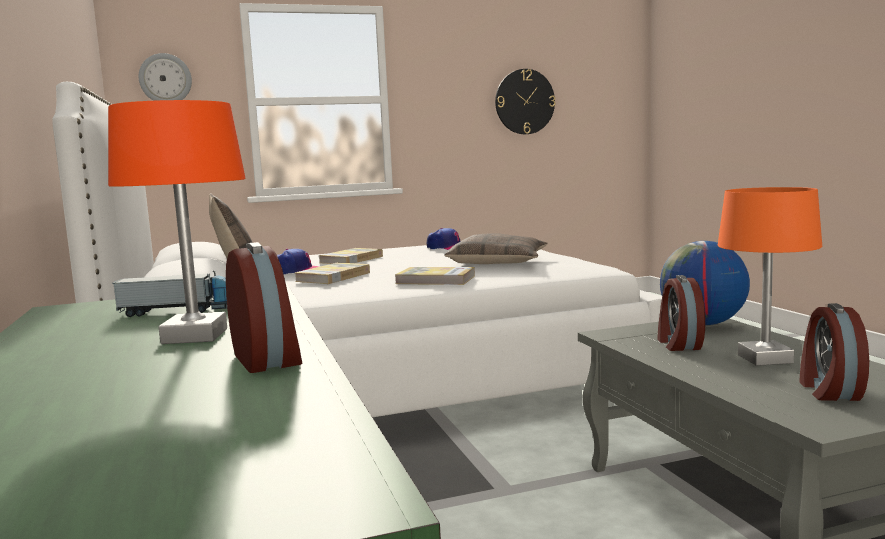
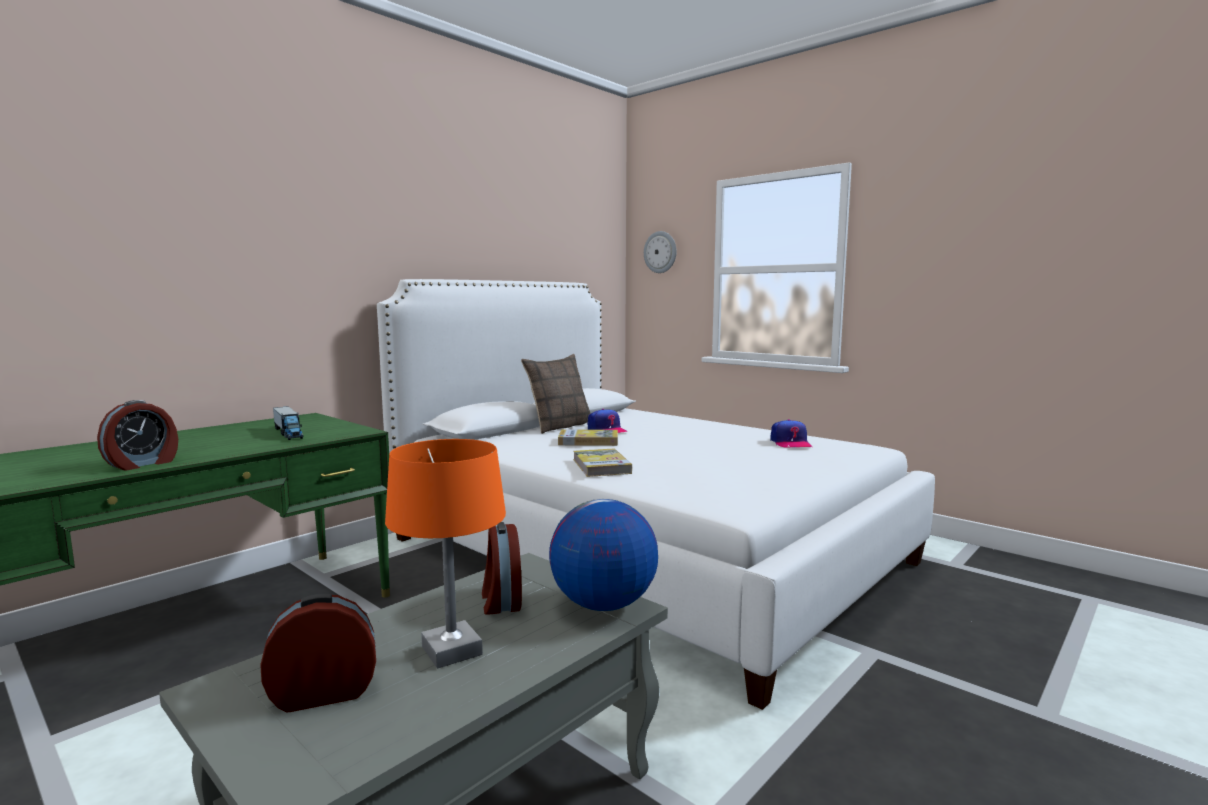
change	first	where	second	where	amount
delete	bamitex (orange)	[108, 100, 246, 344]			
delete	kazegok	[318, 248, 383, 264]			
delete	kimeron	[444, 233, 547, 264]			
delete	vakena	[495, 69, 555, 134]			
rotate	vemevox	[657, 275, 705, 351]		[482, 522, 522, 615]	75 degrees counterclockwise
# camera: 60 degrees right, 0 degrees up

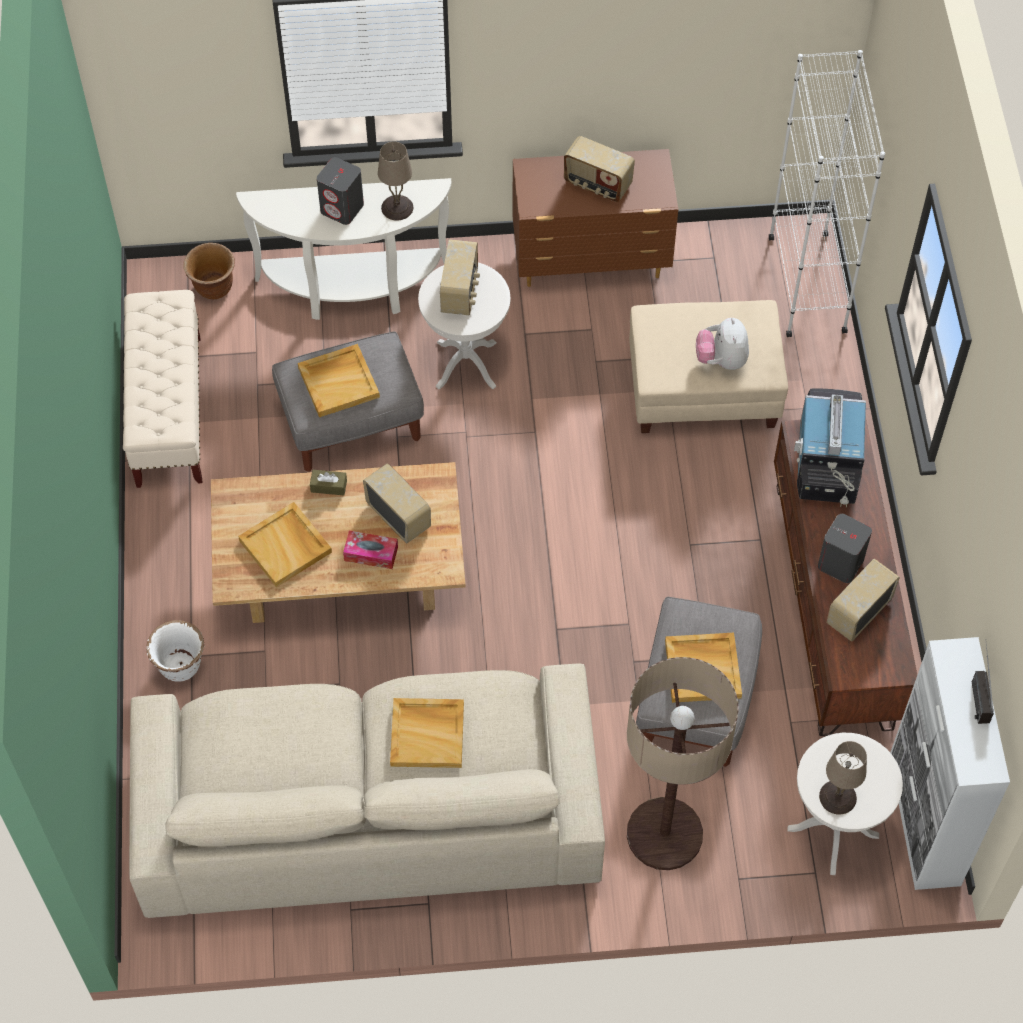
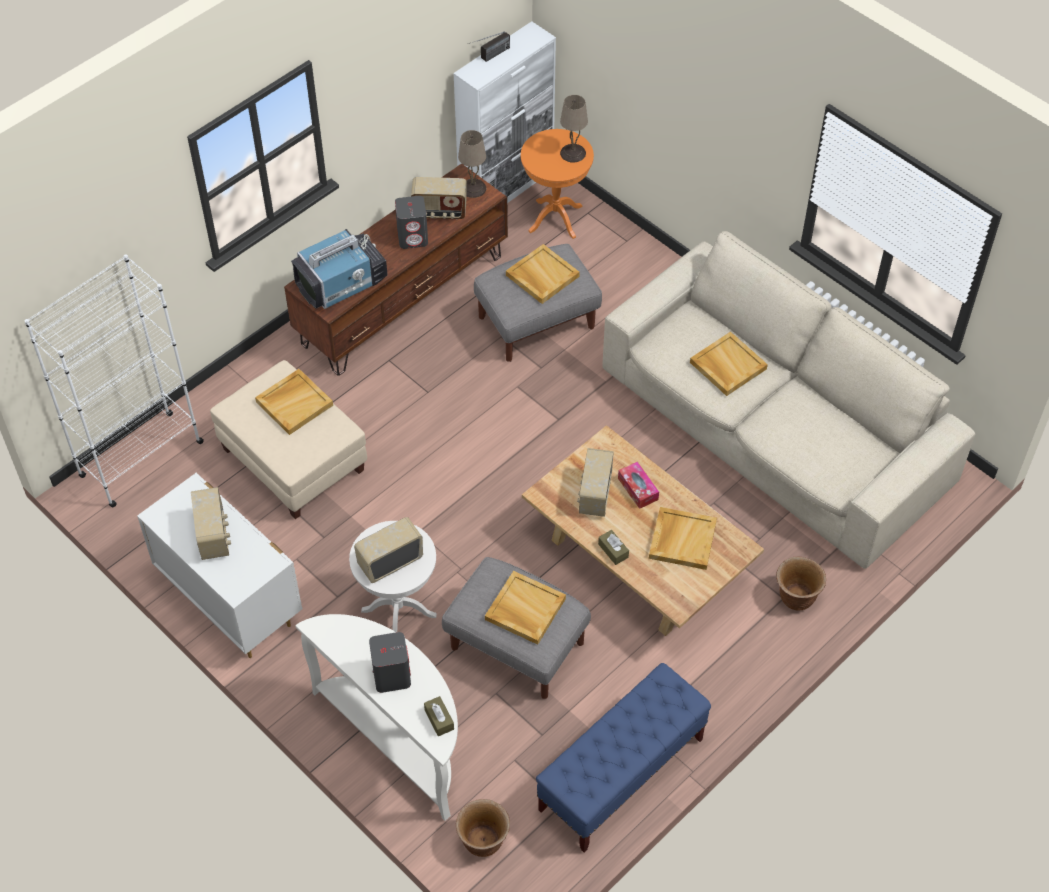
change	first	where	second	where	amount
delete	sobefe	[627, 657, 739, 870]			
insert			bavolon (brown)	[424, 696, 454, 736]	
move	bamitex (beige)	[378, 141, 414, 221]		[458, 130, 486, 198]	
replace	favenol	[696, 318, 749, 370]	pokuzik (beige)	[255, 369, 333, 435]	
recolor	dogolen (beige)	[123, 290, 202, 488]	dogolen (blue)	[536, 663, 711, 853]	
recolor	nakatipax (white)	[146, 620, 204, 682]	nakatipax (brown)	[776, 557, 826, 611]	
recolor	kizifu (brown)	[513, 149, 678, 287]	kizifu (white)	[137, 473, 302, 658]	
recolor	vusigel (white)	[788, 733, 903, 875]	vusigel (orange)	[521, 129, 594, 239]	
# camera: 130 degrees left, 5 degrees down

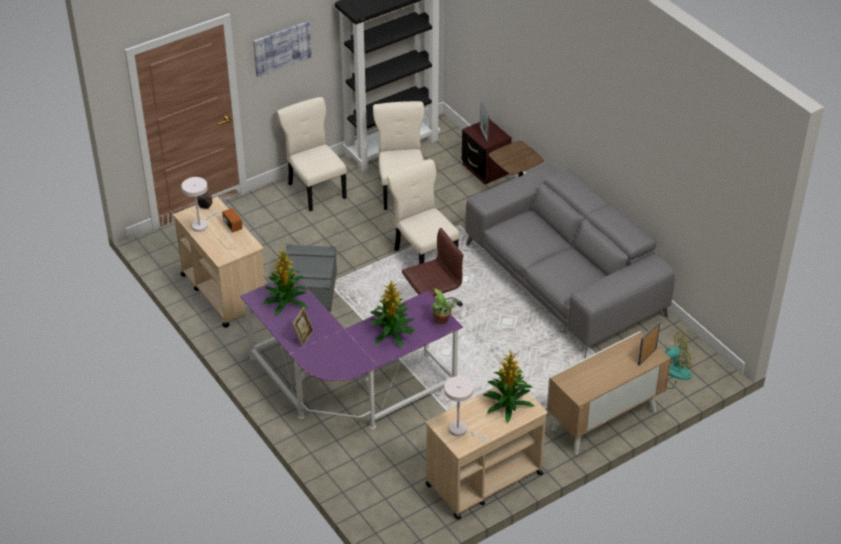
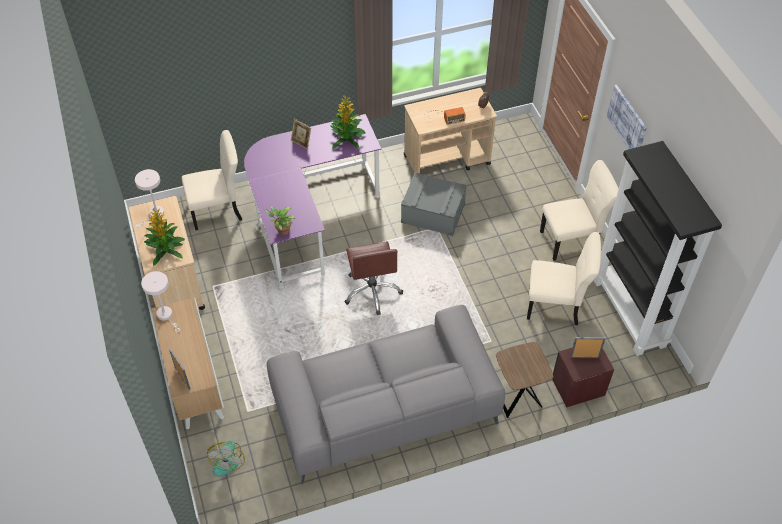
change	first	where	second	where	amount
delete	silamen	[370, 280, 416, 347]			
move	bamitex (white)	[181, 177, 219, 232]		[141, 271, 180, 332]	
move	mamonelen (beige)	[387, 159, 460, 264]		[182, 130, 242, 230]	
# camera: 105 degrees right, 10 degrees up

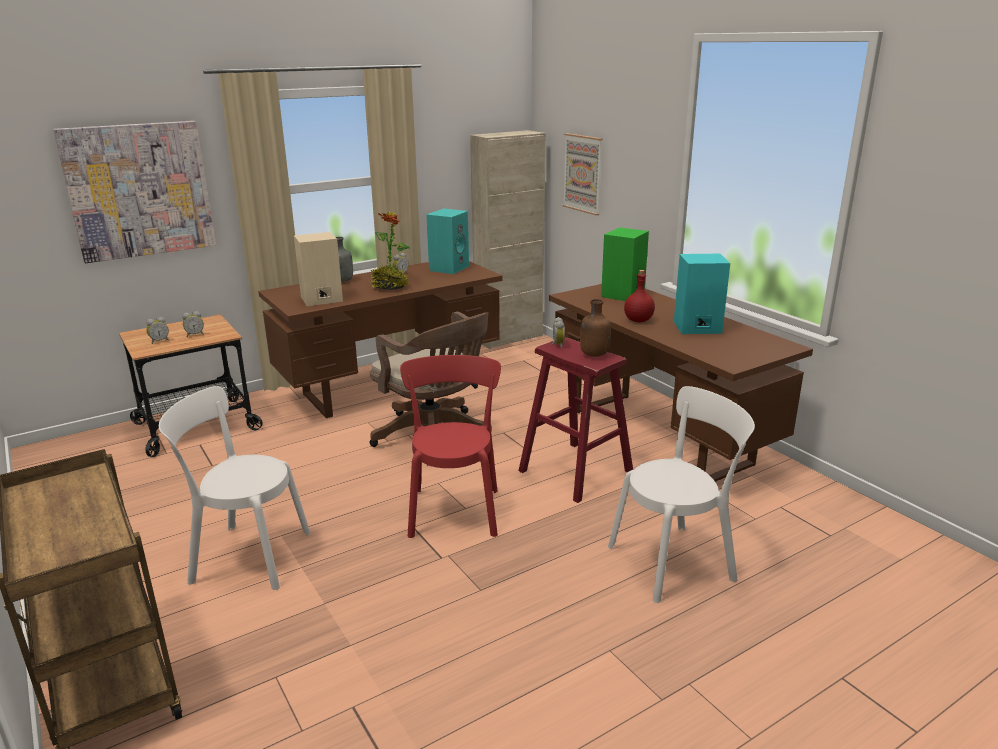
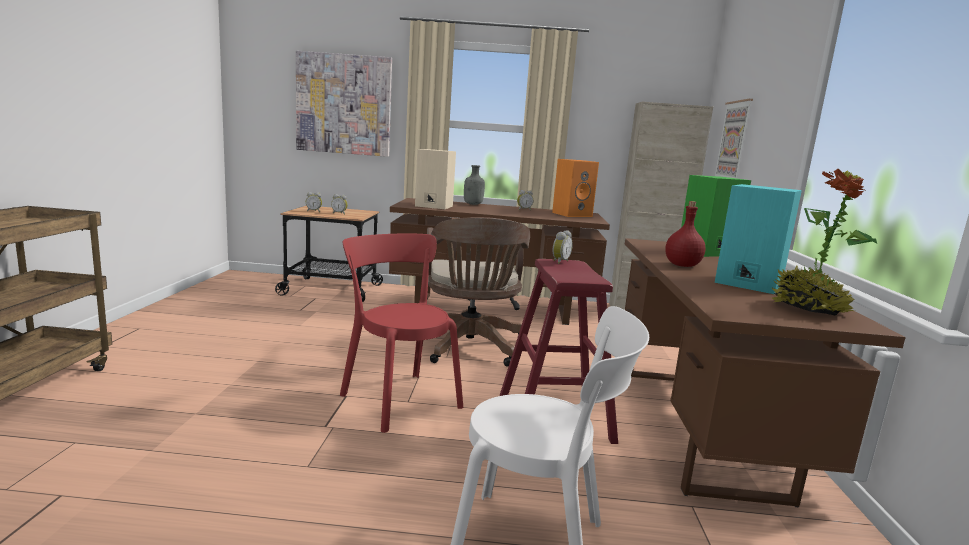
change	first	where	second	where	amount
delete	mamonelen (white)	[159, 386, 311, 590]			
delete	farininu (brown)	[580, 299, 611, 357]			
move	silamen	[370, 211, 410, 290]		[772, 169, 877, 316]	
recolor	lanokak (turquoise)	[427, 208, 469, 274]	lanokak (orange)	[552, 159, 599, 217]	
rotate	mamonelen (red)	[400, 355, 501, 538]		[340, 234, 463, 433]	75 degrees counterclockwise
# camera: 35 degrees right, 10 degrees down

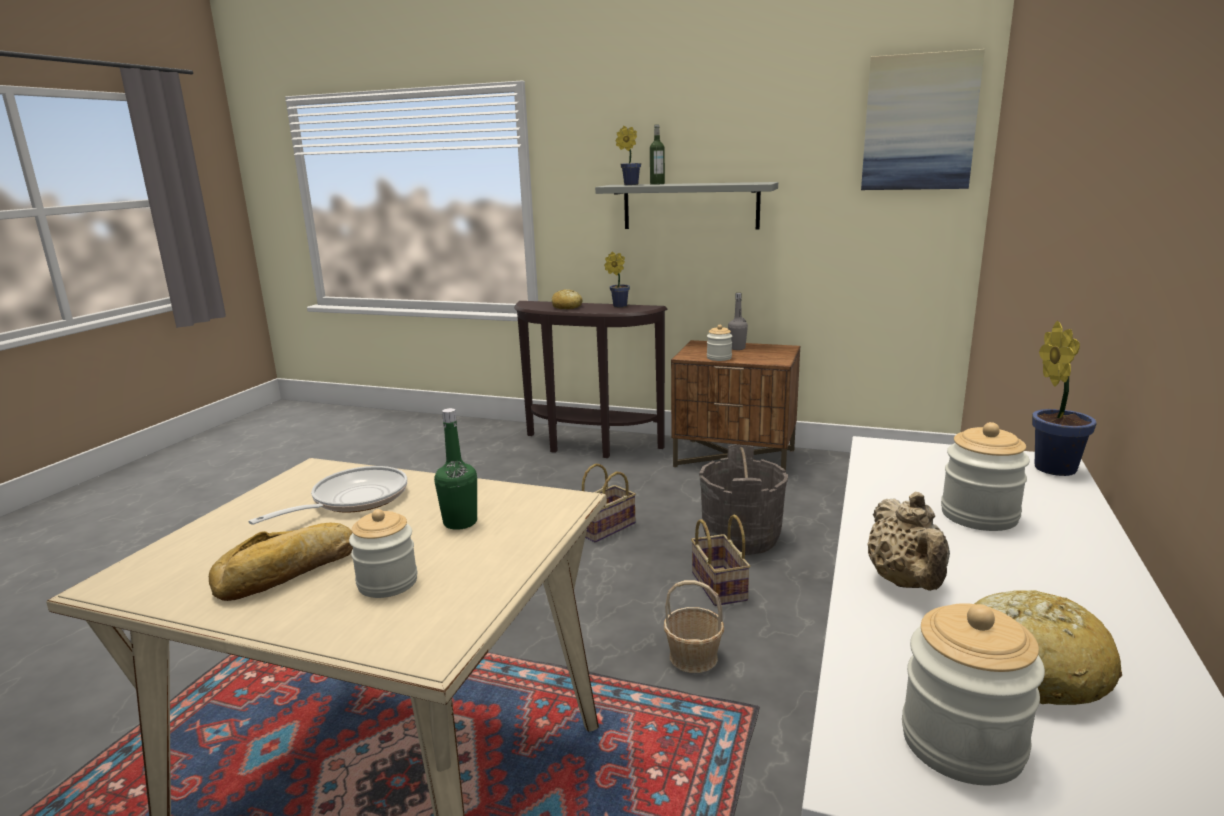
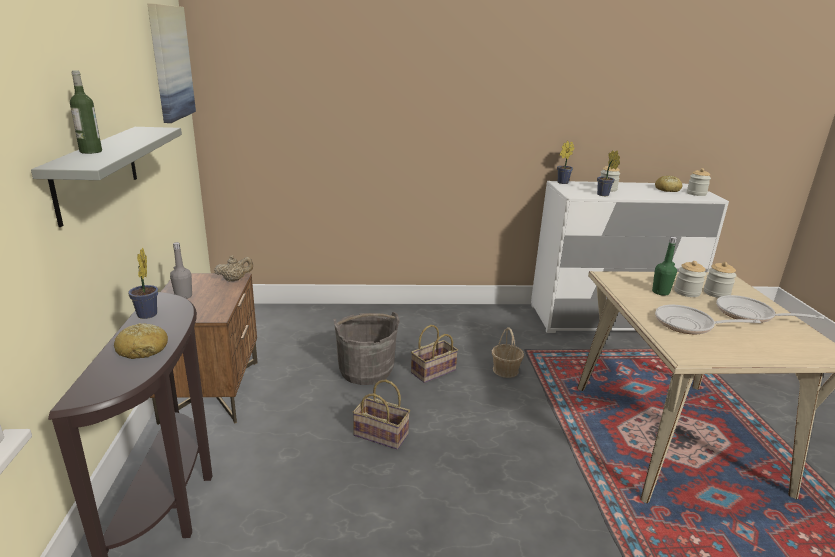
change	first	where	second	where	amount
move	silamen	[616, 126, 641, 185]		[597, 150, 620, 196]	
move	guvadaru	[707, 325, 732, 361]		[674, 261, 706, 297]	
move	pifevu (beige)	[867, 492, 950, 591]		[214, 255, 253, 282]	
replace	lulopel	[209, 523, 353, 601]	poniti	[716, 295, 824, 323]	
# camera: 115 degrees left, 5 degrees up

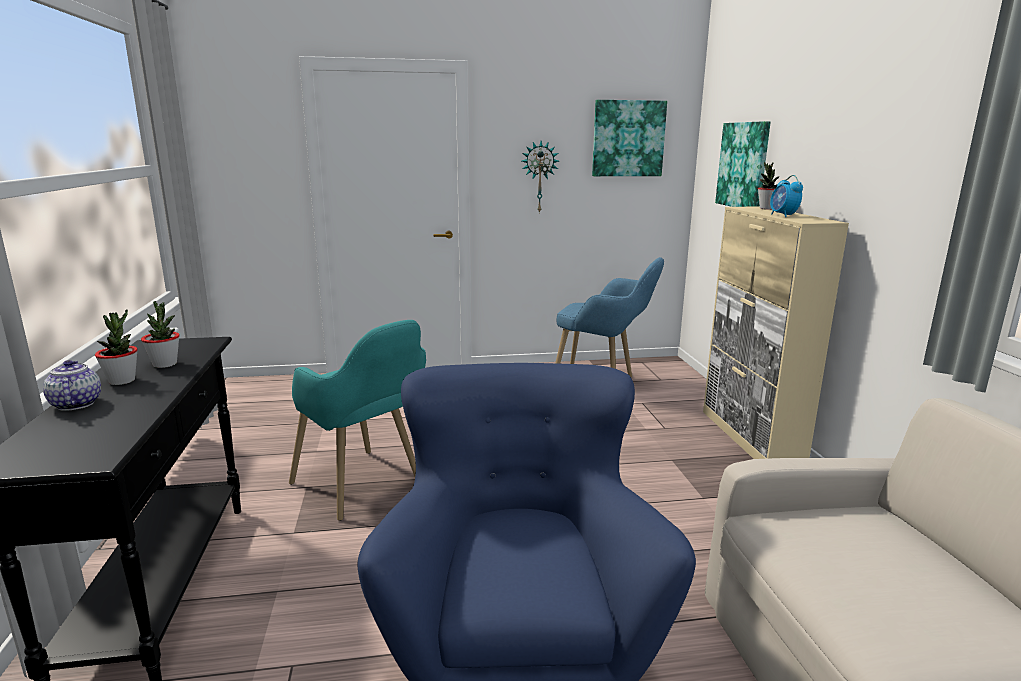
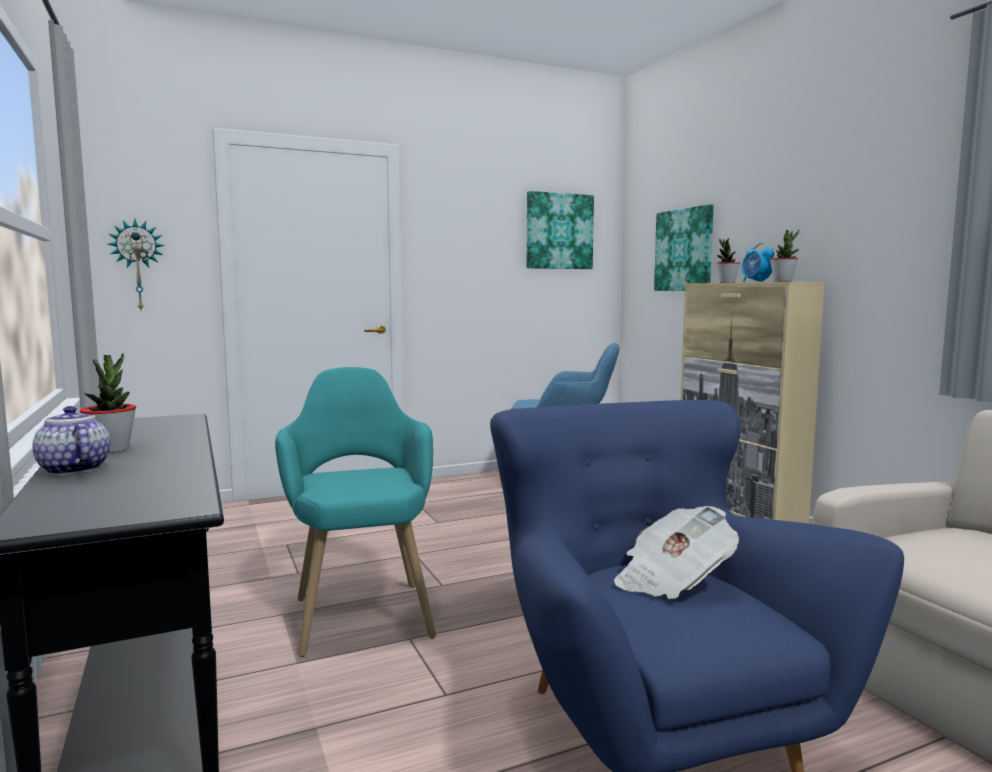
change	first	where	second	where	amount
insert			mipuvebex	[614, 506, 739, 599]	
move	silamen	[141, 301, 180, 368]		[770, 230, 799, 282]	
move	vakena	[522, 141, 559, 214]		[109, 219, 165, 310]	
rotate	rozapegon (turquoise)	[289, 320, 426, 521]		[275, 367, 436, 657]	135 degrees counterclockwise
# camera: 15 degrees left, 10 degrees down

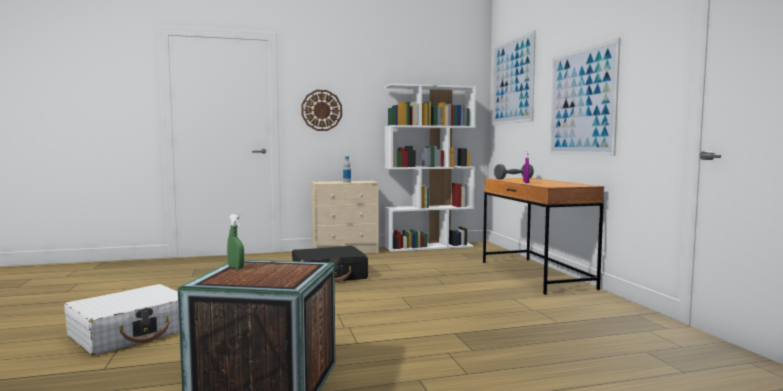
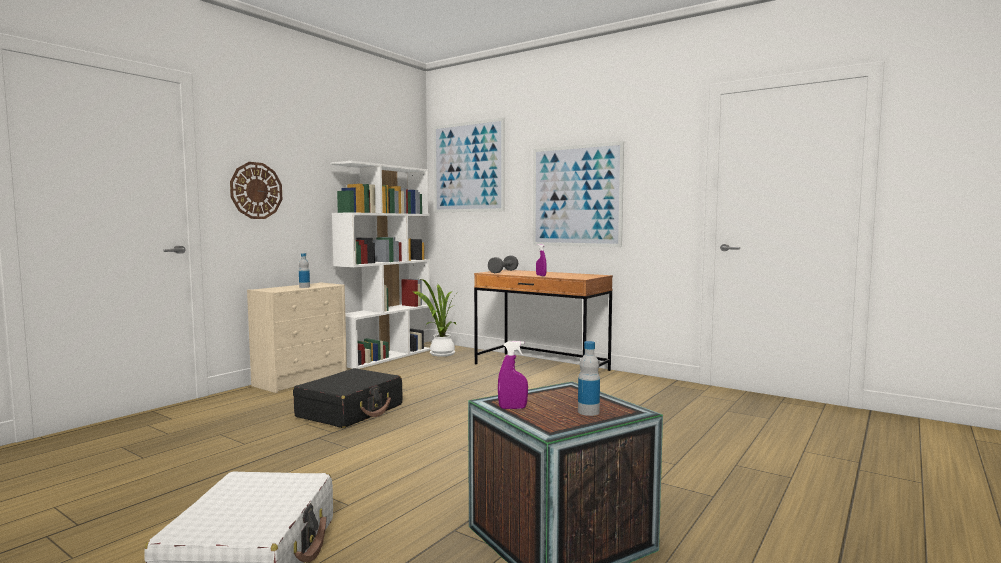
change	first	where	second	where	amount
insert			silamen	[413, 279, 457, 357]	
insert			farininu	[578, 341, 600, 416]	
recolor	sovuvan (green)	[227, 214, 244, 269]	sovuvan (purple)	[498, 341, 528, 409]	
# camera: 40 degrees left, 0 degrees up

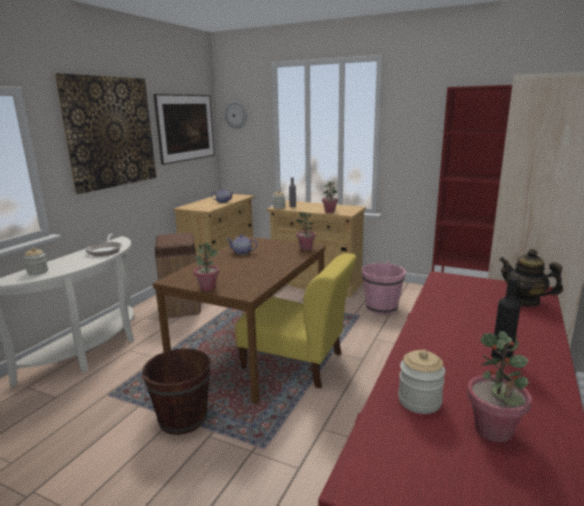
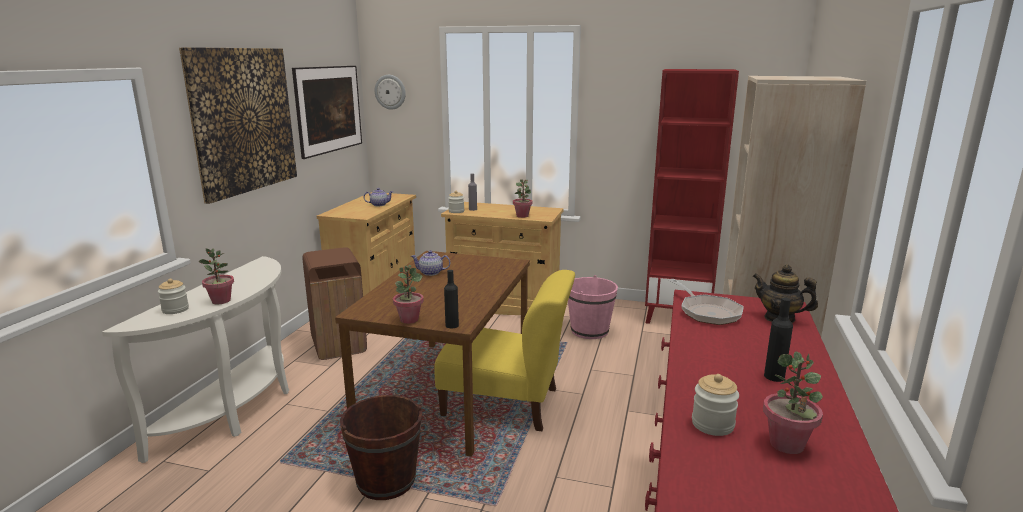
change	first	where	second	where	amount
insert			farininu (black)	[444, 270, 459, 328]	
move	poniti	[85, 234, 122, 256]		[669, 279, 744, 325]	
move	silamen	[296, 212, 316, 250]		[198, 248, 234, 304]	
# camera: 10 degrees left, 0 degrees up

